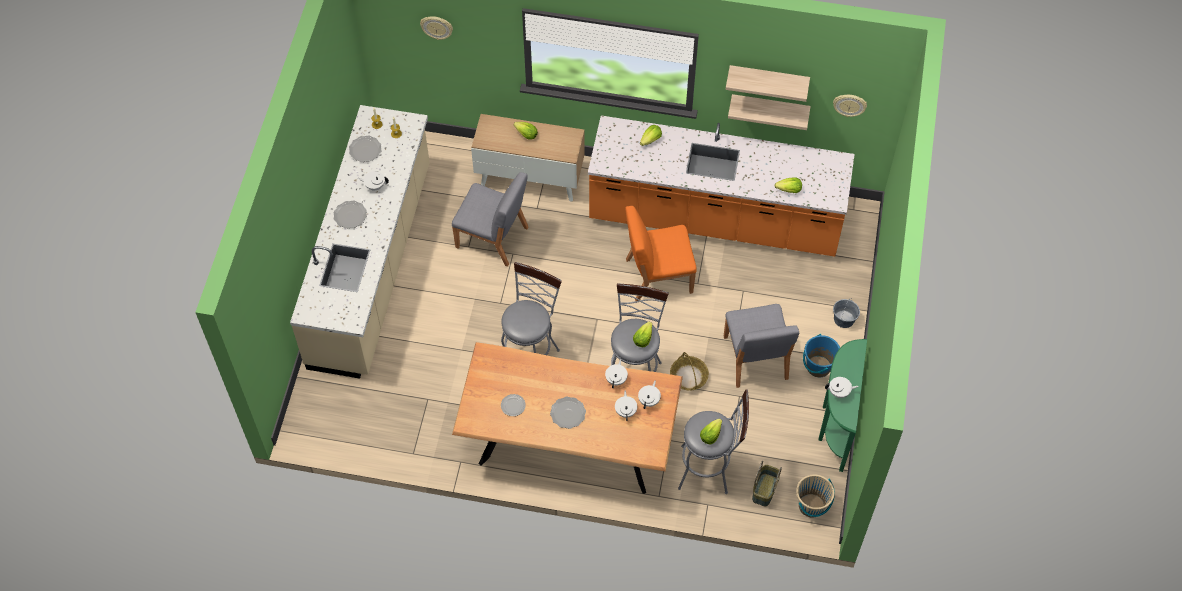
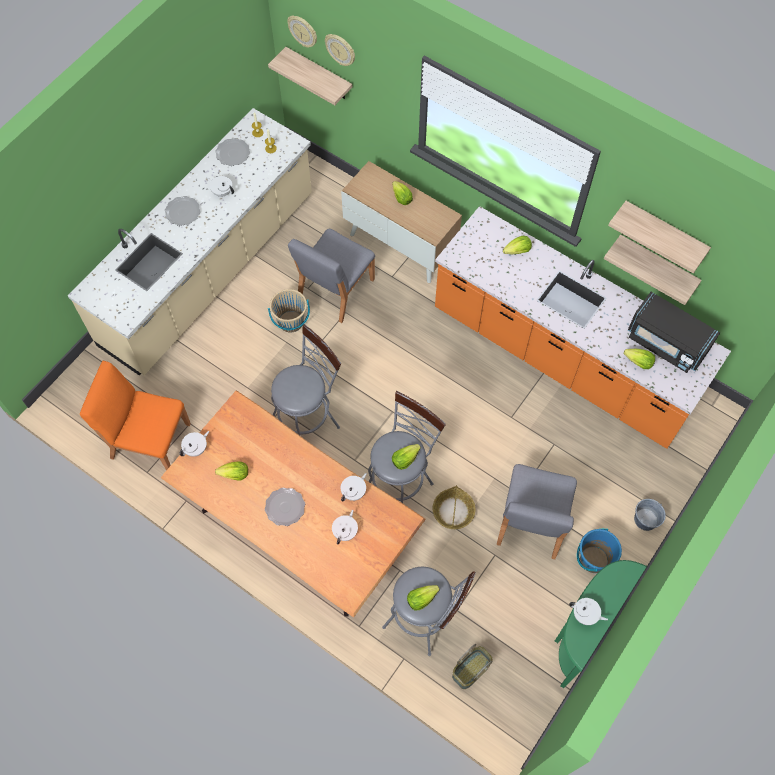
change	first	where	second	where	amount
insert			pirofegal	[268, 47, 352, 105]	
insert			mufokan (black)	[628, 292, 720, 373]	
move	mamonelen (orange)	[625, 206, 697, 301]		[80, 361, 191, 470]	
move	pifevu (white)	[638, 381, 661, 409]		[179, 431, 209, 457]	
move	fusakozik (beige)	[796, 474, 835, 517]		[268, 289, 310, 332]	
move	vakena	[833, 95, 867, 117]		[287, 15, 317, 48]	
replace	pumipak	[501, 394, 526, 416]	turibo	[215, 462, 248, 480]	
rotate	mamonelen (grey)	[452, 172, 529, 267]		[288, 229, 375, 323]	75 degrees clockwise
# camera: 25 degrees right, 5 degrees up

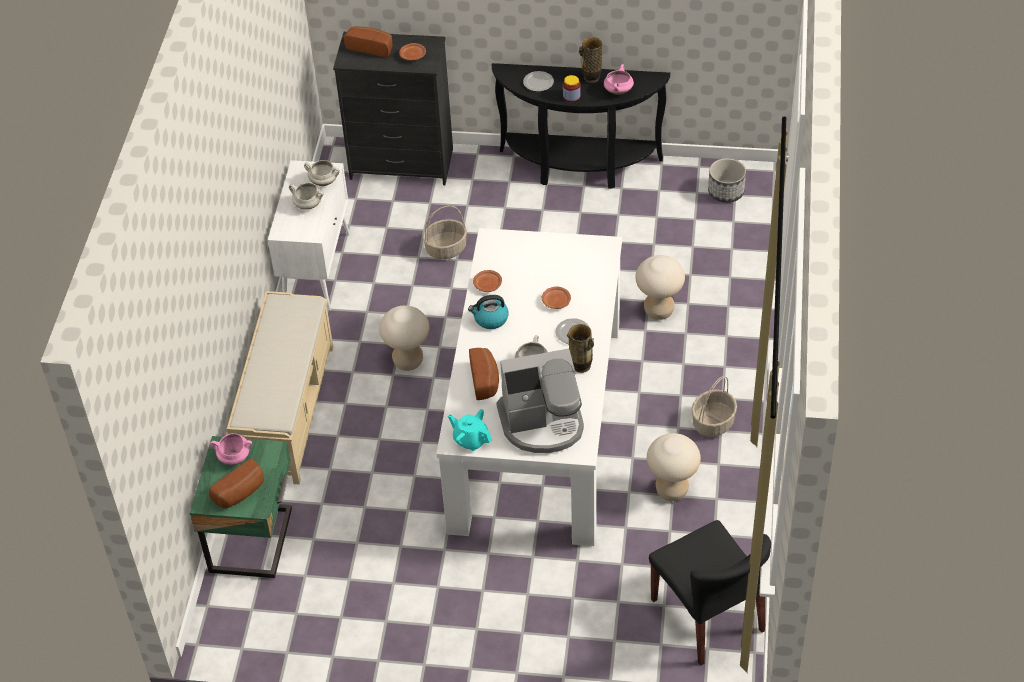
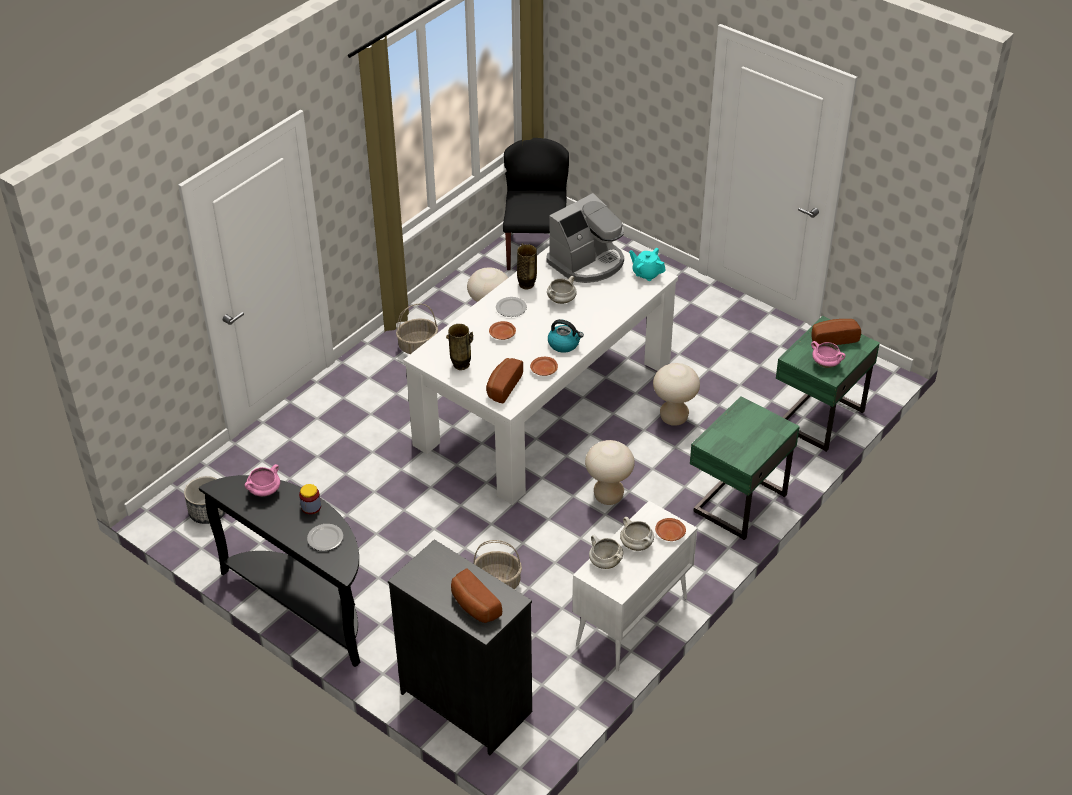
change	first	where	second	where	amount
move	pumipak (brown)	[399, 43, 426, 60]		[655, 518, 686, 541]	
move	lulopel	[469, 348, 499, 400]		[486, 358, 523, 403]	
move	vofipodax	[579, 37, 602, 83]		[446, 324, 473, 370]	
move	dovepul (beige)	[635, 255, 685, 320]		[653, 363, 700, 426]	
replace	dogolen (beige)	[226, 291, 333, 485]	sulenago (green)	[690, 396, 800, 540]	
rotate	pifevu (turquoise)	[448, 409, 492, 451]		[629, 248, 666, 281]	150 degrees clockwise
rotate	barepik	[496, 348, 584, 453]		[546, 193, 624, 283]	120 degrees clockwise
# camera: 150 degrees left, 5 degrees down

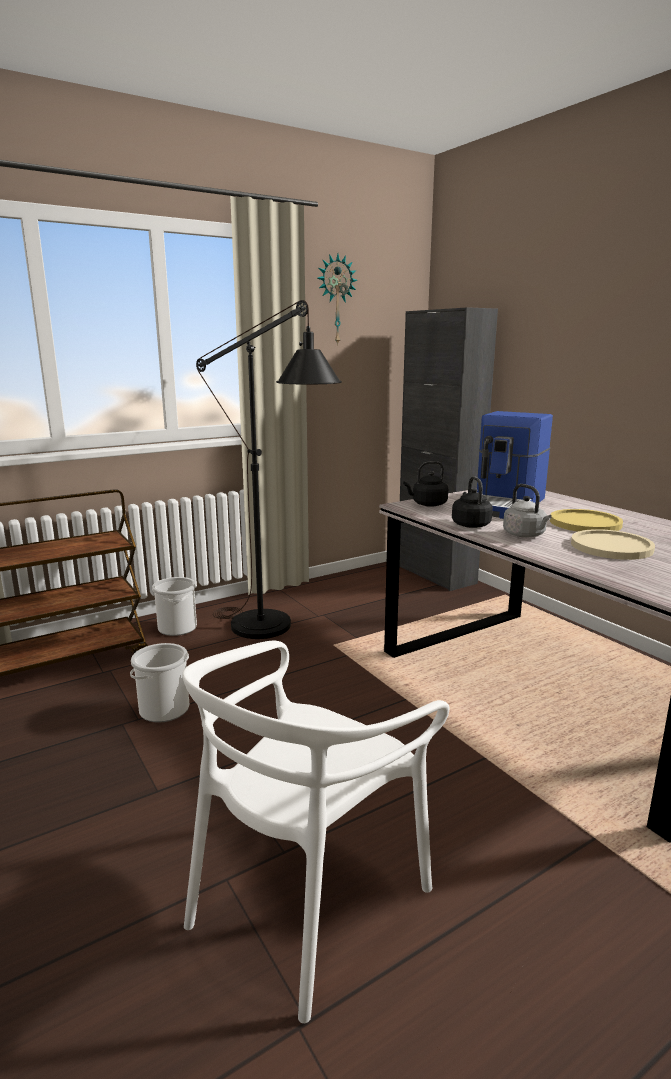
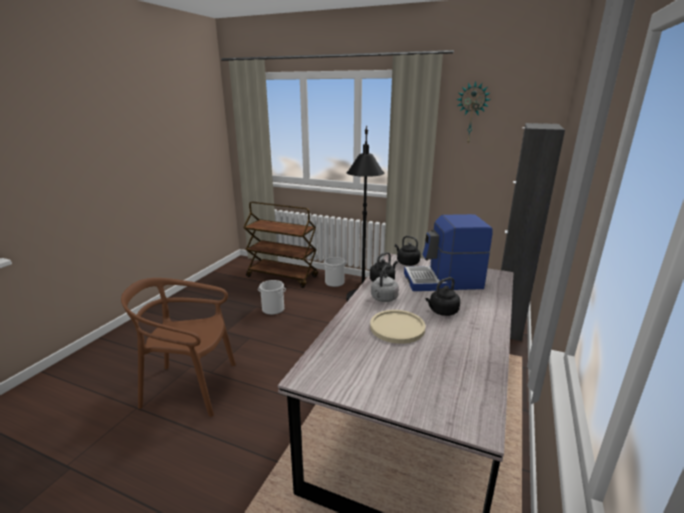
change	first	where	second	where	amount
replace	pumipak (yellow)	[550, 509, 623, 532]	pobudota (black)	[426, 277, 460, 316]	
recolor	mamonelen (white)	[182, 641, 449, 1023]	mamonelen (brown)	[121, 278, 236, 417]	
# camera: 55 degrees right, 5 degrees up

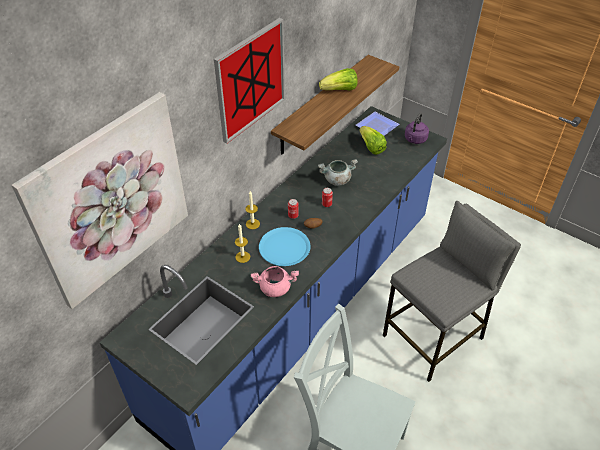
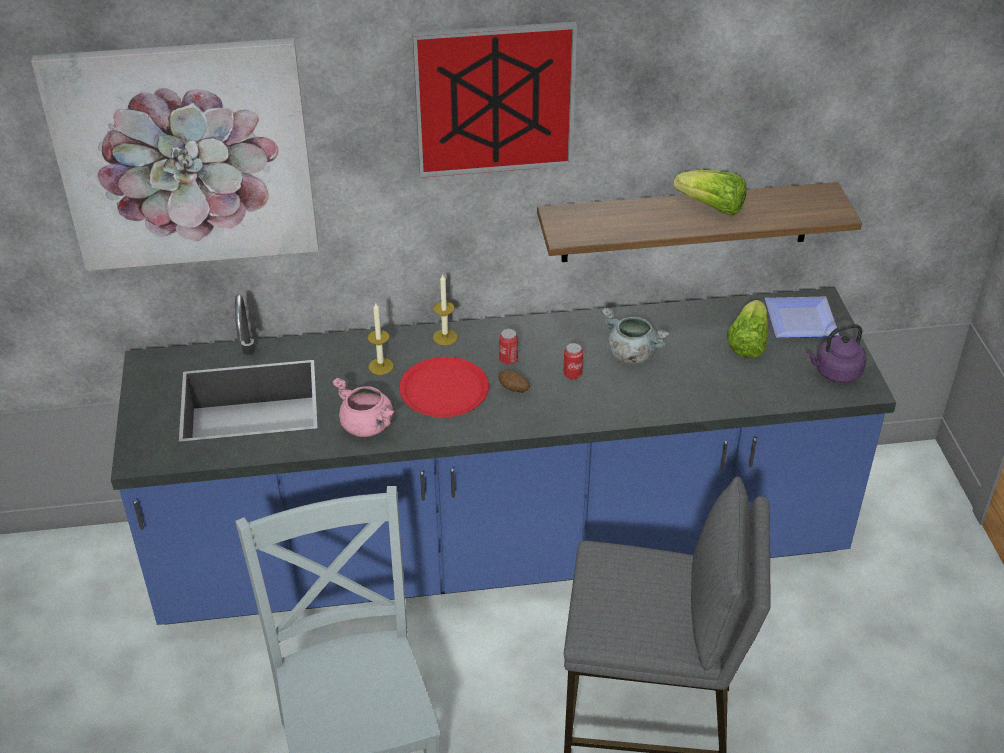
change	first	where	second	where	amount
recolor	pumipak (blue)	[259, 227, 311, 266]	pumipak (red)	[399, 357, 489, 417]	
# camera: 45 degrees right, 5 degrees down

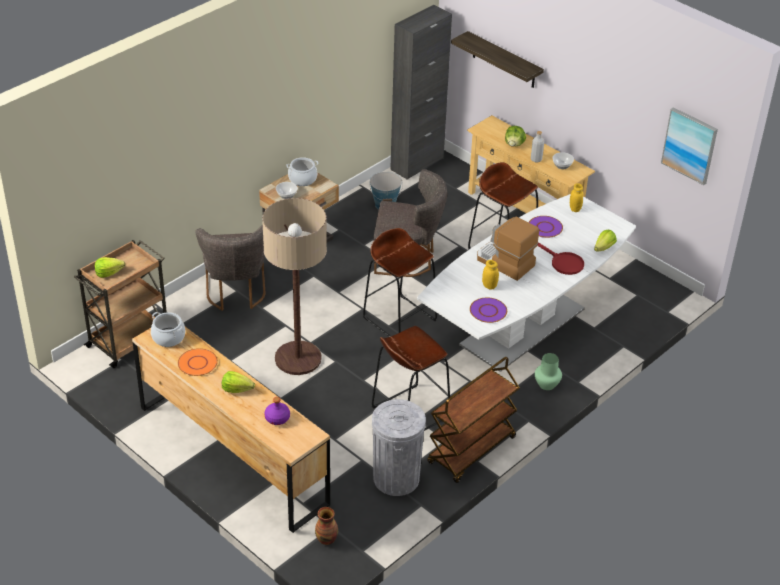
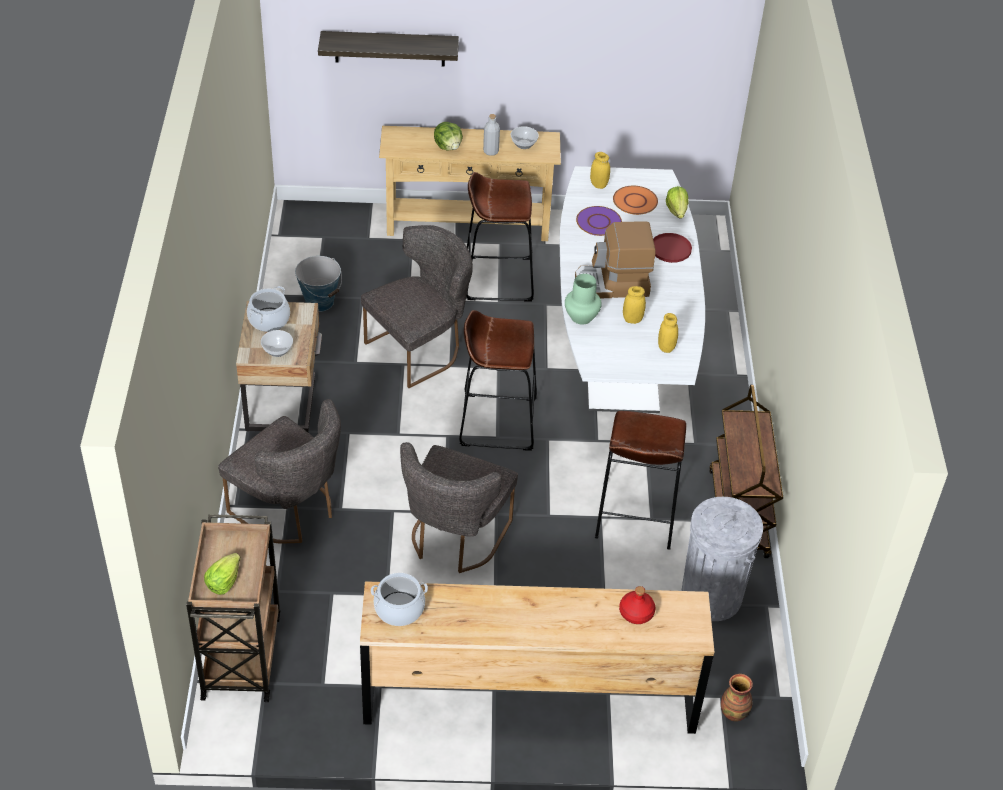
change	first	where	second	where	amount
delete	turibo	[222, 371, 255, 393]			
delete	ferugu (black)	[390, 5, 452, 180]			
delete	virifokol	[661, 107, 718, 185]			
move	pumipak (orange)	[178, 348, 218, 376]		[613, 186, 658, 215]	
move	vofipodax (green)	[535, 353, 562, 390]		[565, 274, 602, 325]	
replace	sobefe	[262, 198, 327, 375]	mamonelen (grey)	[400, 442, 518, 573]	
replace	pumipak (purple)	[470, 297, 507, 323]	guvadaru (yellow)	[658, 313, 678, 353]	
recolor	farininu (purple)	[265, 397, 290, 425]	farininu (red)	[619, 586, 656, 624]	
# camera: 45 degrees left, 5 degrees up

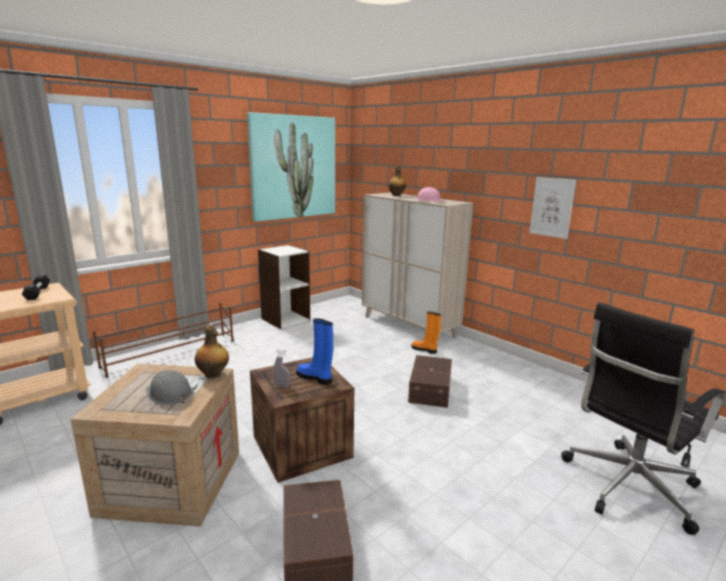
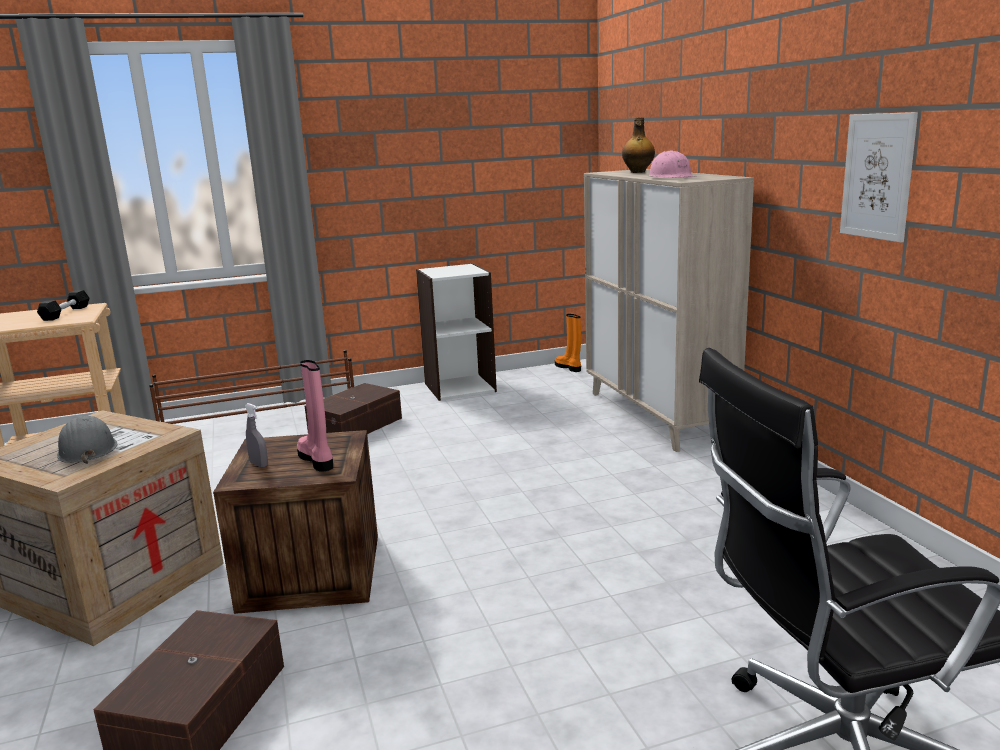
change	first	where	second	where	amount
delete	farininu	[195, 325, 229, 378]			
delete	virifokol	[247, 112, 335, 222]			
move	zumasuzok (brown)	[408, 355, 452, 408]		[305, 383, 402, 434]	
move	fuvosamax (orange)	[411, 312, 441, 354]		[555, 314, 581, 372]	
recolor	fuvosamax (blue)	[296, 318, 333, 385]	fuvosamax (pink)	[297, 360, 333, 472]	
# camera: 25 degrees right, 0 degrees up

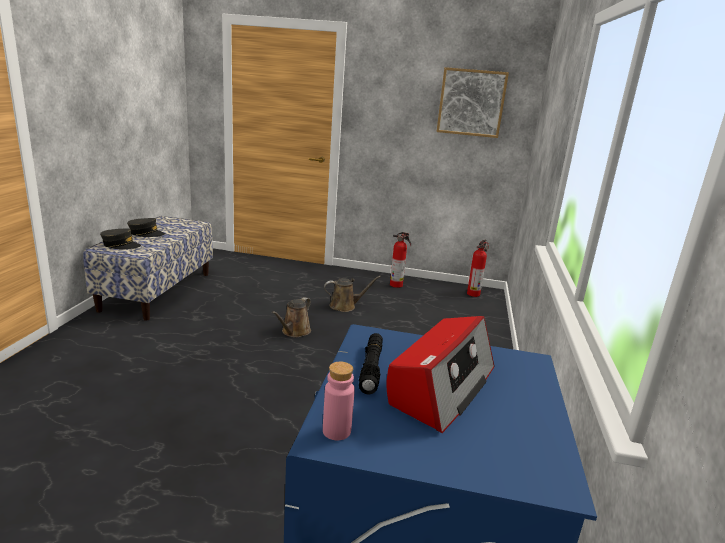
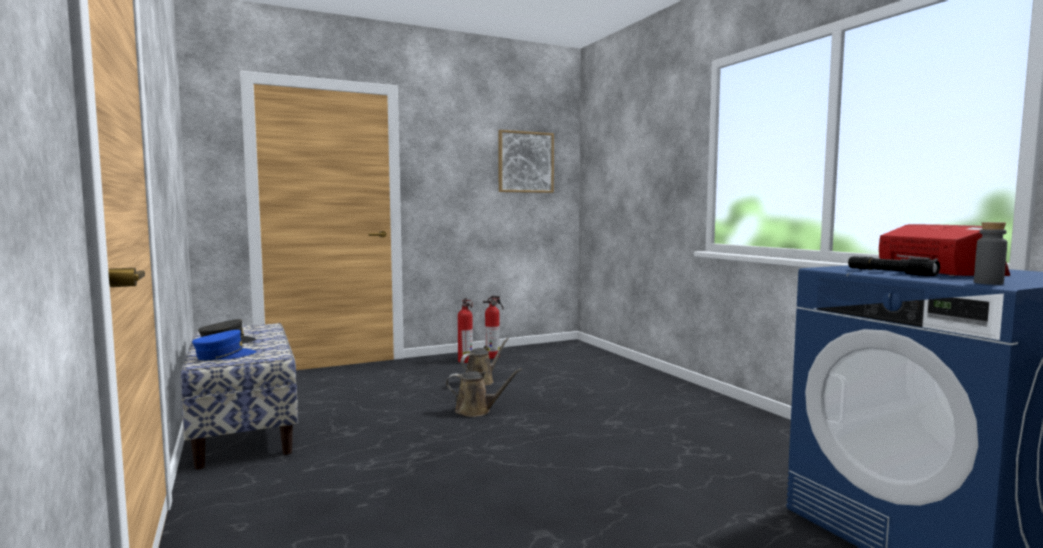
change	first	where	second	where	amount
move	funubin	[467, 240, 489, 297]		[458, 298, 473, 363]	
recolor	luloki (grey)	[100, 229, 141, 249]	luloki (blue)	[192, 330, 257, 360]	
recolor	farininu (pink)	[323, 362, 355, 440]	farininu (grey)	[974, 222, 1007, 285]	
rotate	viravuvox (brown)	[272, 297, 311, 337]		[446, 368, 522, 417]	75 degrees counterclockwise
# camera: 35 degrees left, 15 degrees down

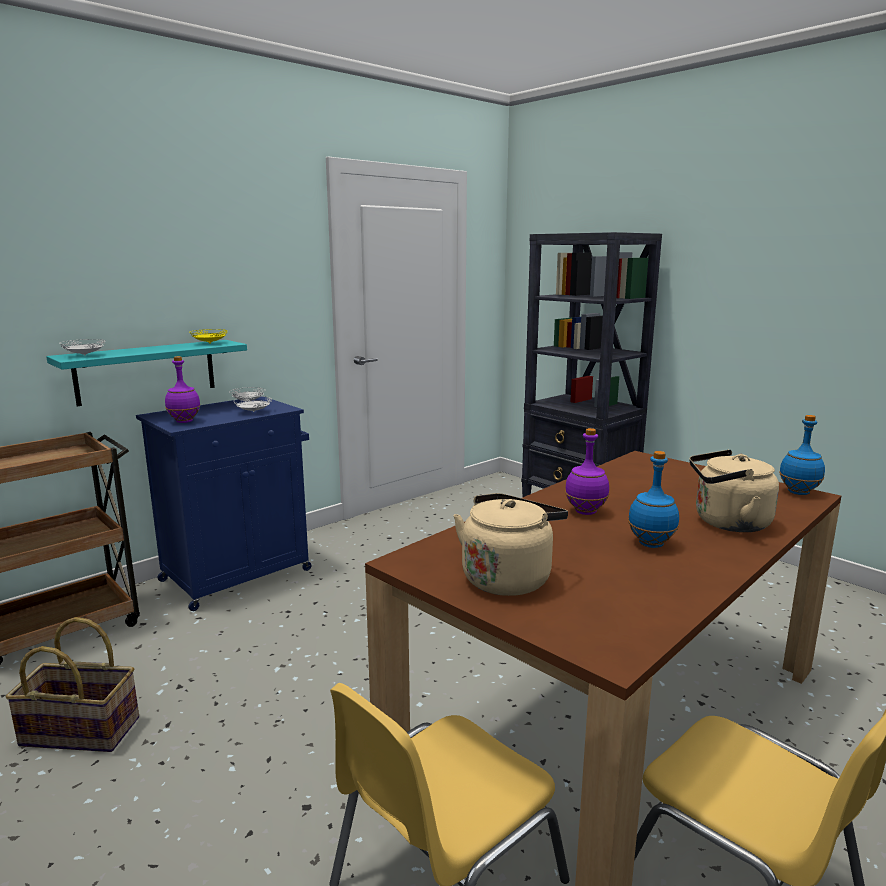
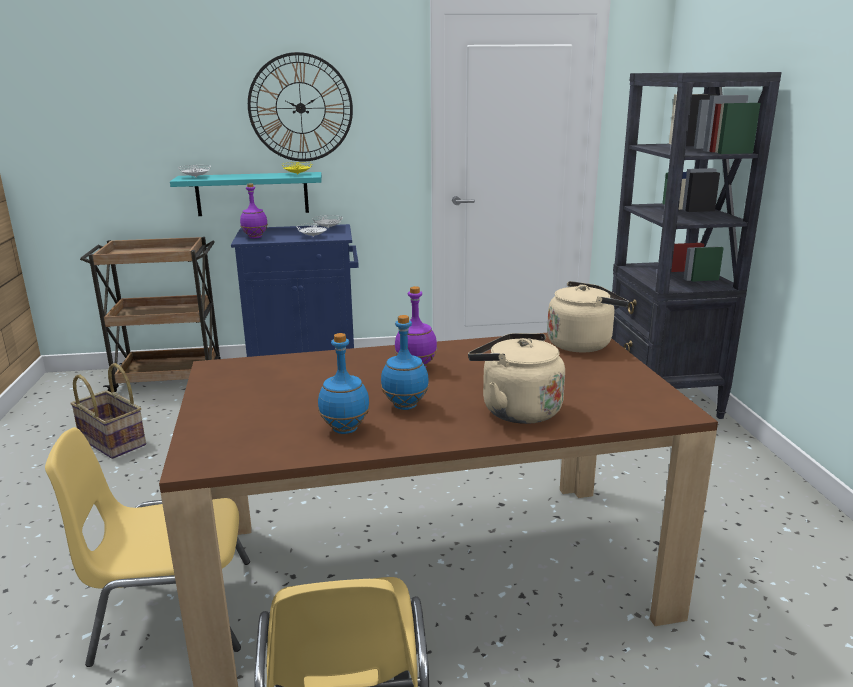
change	first	where	second	where	amount
insert			vakena	[248, 52, 353, 161]	
move	pobudota (beige)	[454, 493, 568, 596]		[547, 281, 629, 353]	
move	farininu (blue)	[779, 415, 825, 495]		[318, 333, 370, 434]	
# camera: 35 degrees right, 5 degrees up

